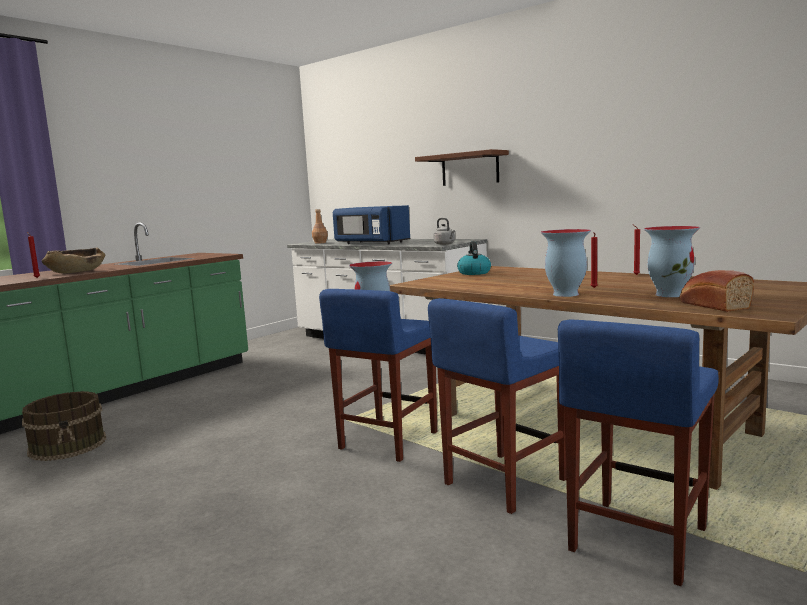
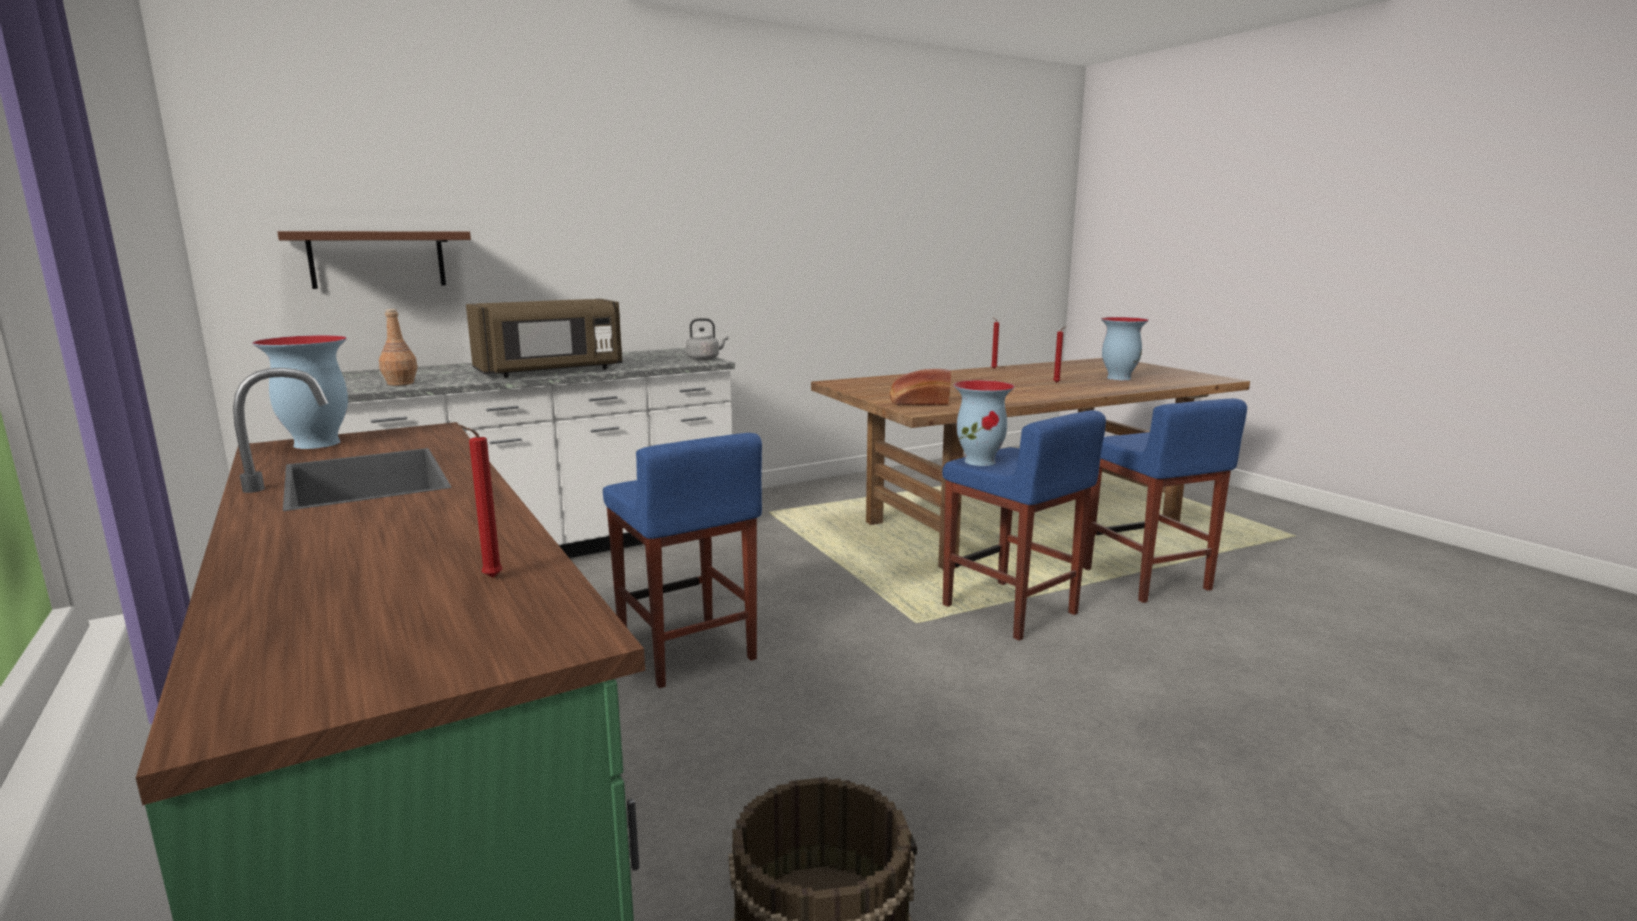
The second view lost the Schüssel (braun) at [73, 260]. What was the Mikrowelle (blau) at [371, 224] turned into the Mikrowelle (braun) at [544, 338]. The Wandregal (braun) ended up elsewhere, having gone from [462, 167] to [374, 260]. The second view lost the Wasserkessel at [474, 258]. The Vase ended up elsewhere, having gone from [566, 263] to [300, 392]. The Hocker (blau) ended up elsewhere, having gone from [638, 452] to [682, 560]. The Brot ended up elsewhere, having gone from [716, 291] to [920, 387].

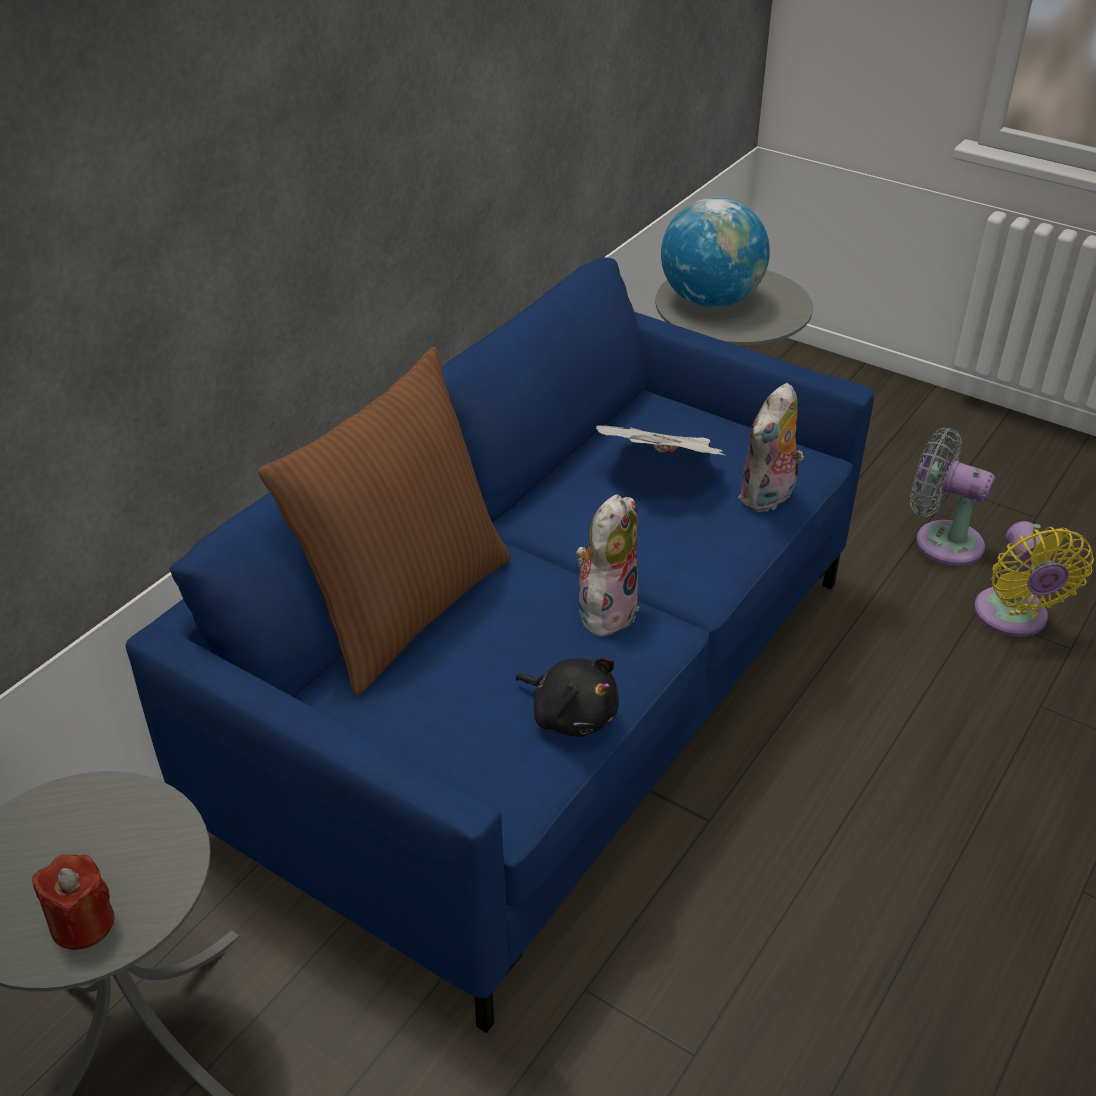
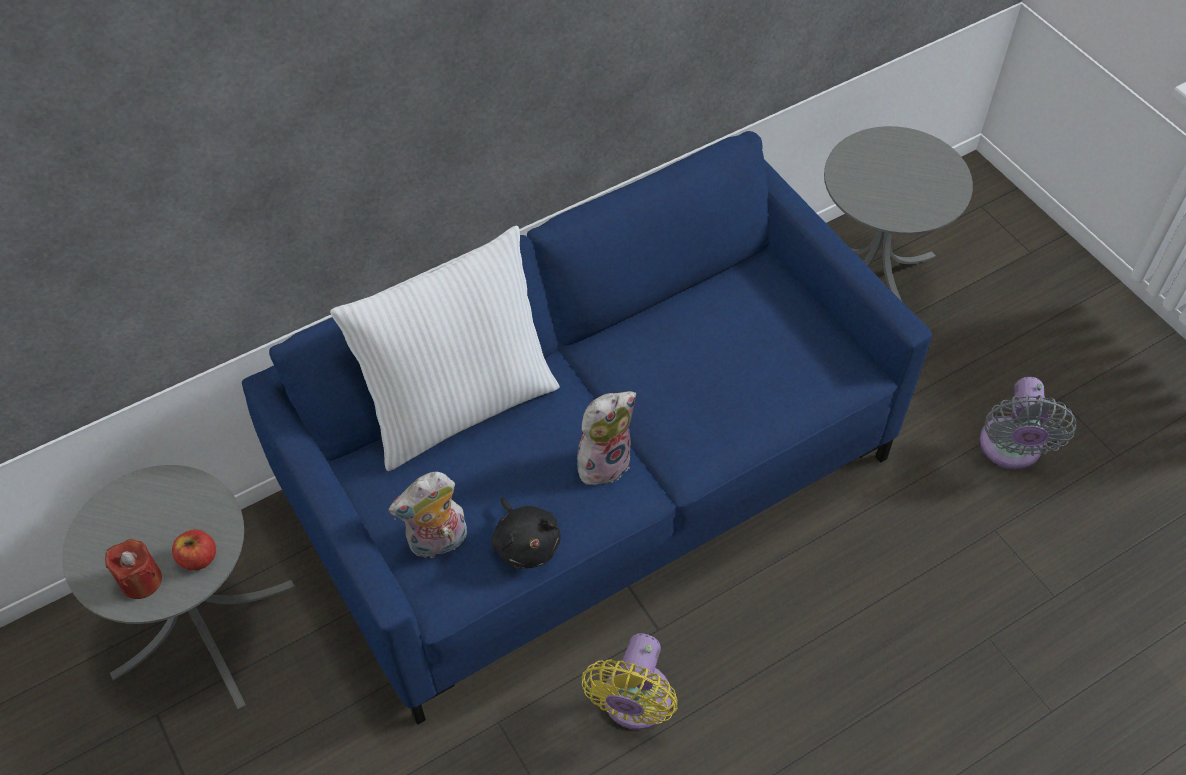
What was the Kissen (braun) at [384, 521] turned into the Kissen (weiß) at [445, 348]. The second view lost the Zeitung at [661, 440]. The second view lost the Globus at [715, 252]. The Plüschtier ended up elsewhere, having gone from [771, 447] to [427, 515]. The Ventilator (grau) at [952, 497] ended up facing another way, 135 degrees counterclockwise from before. The Ventilator (gelb) ended up elsewhere, having gone from [1034, 579] to [629, 681]. The second view gained the Apfel at [194, 550].

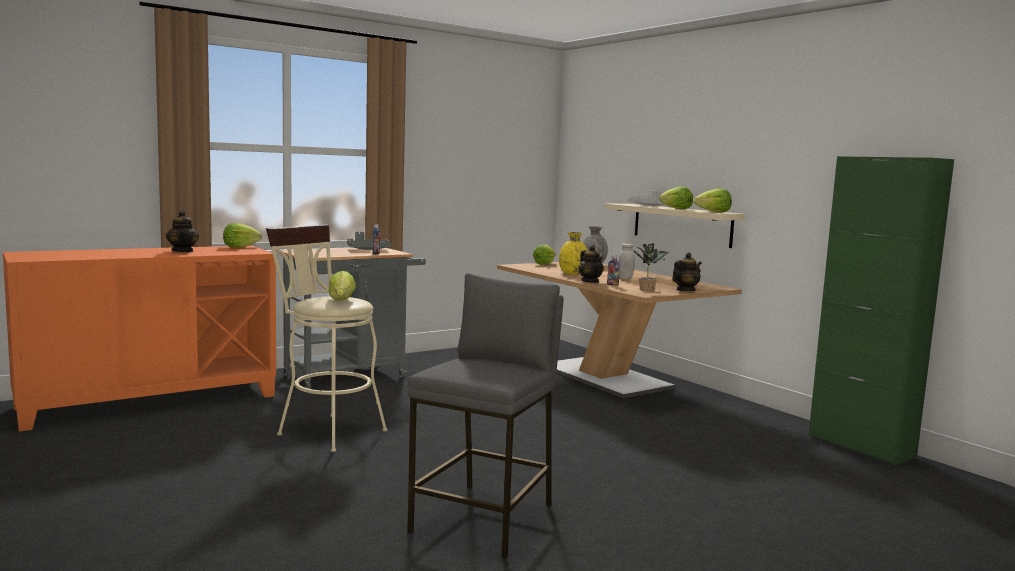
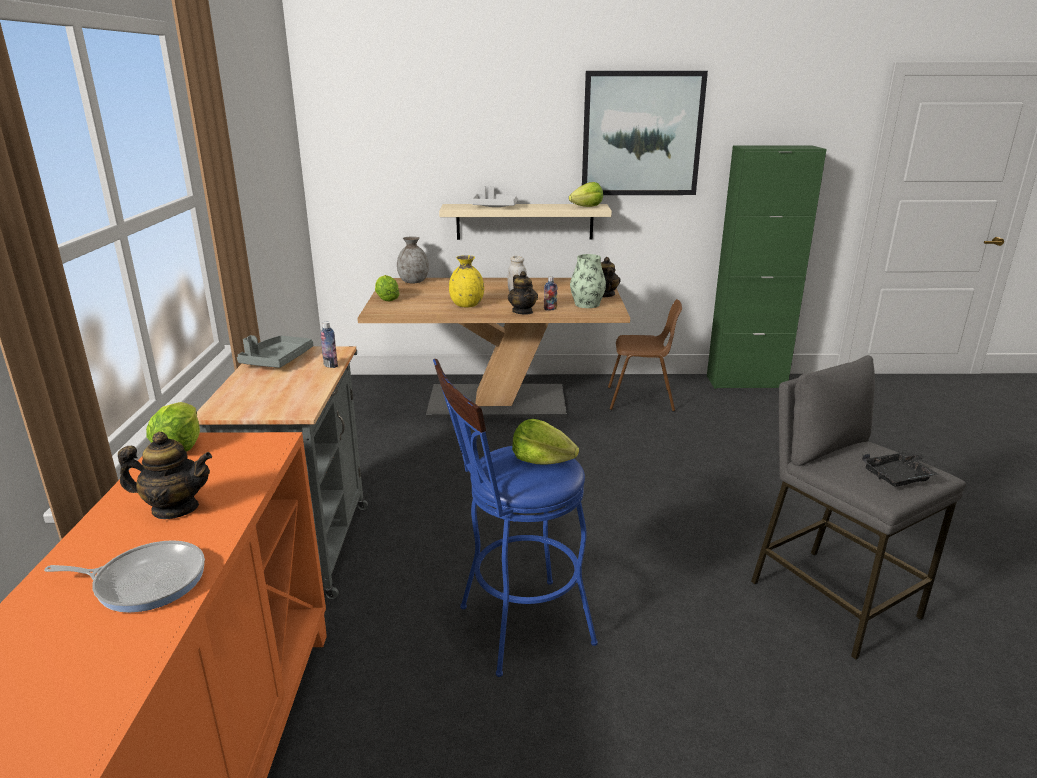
What was the Hocker (beige) at [326, 338] turned into the Hocker (blau) at [515, 518]. The Teekanne at [591, 264] ended up facing another way, 60 degrees clockwise from before. Where the Topfpflanze stood at [651, 267], the Vase came to stand at [588, 281]. The second view lost the Salatkopf at [676, 198]. The second view gained the Pfanne at [124, 576]. The second view gained the Bild at [645, 133]. The second view gained the Stuhl (braun) at [645, 355]. The second view gained the Tablett (schwarz) at [900, 469].

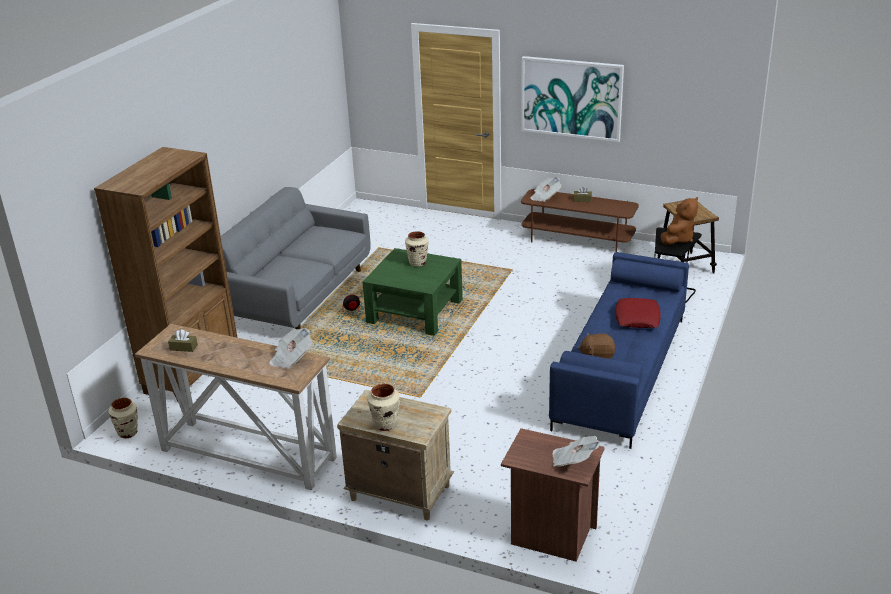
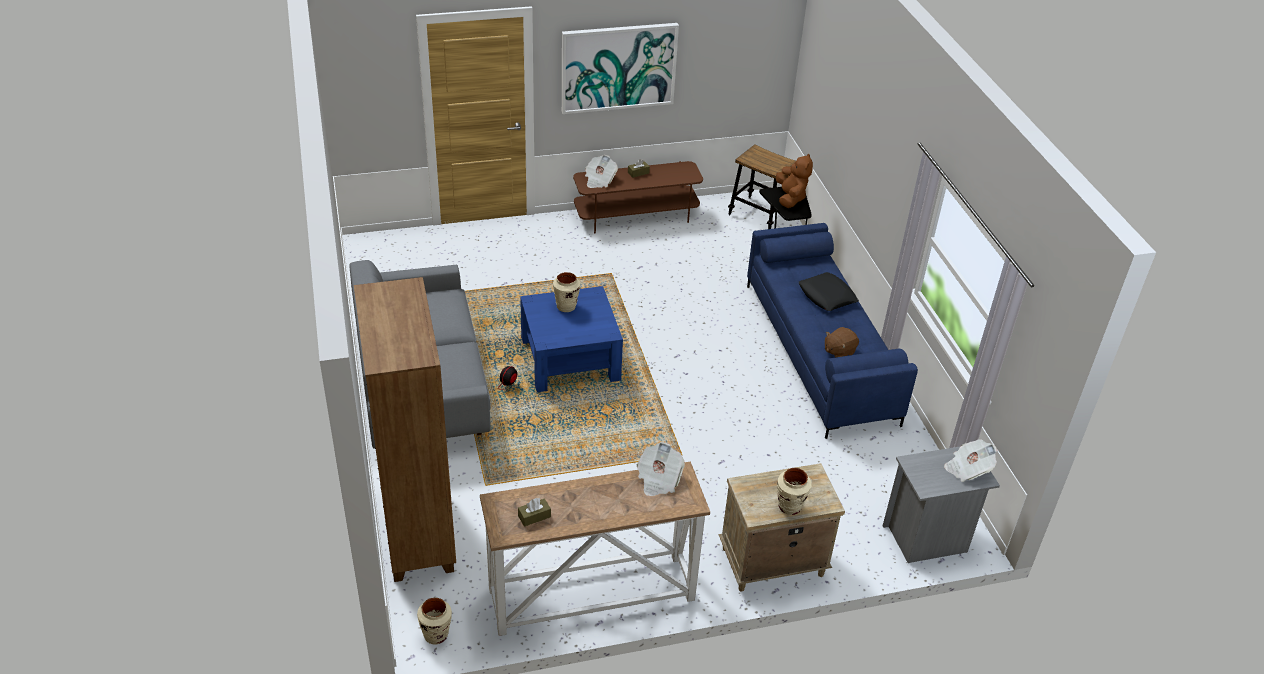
What was the Couchtisch (grün) at [413, 292] turned into the Couchtisch (blau) at [571, 339]. What was the Nachttisch (braun) at [553, 495] turned into the Nachttisch (grau) at [941, 504]. What was the Kissen (rot) at [638, 313] turned into the Kissen (schwarz) at [828, 291].

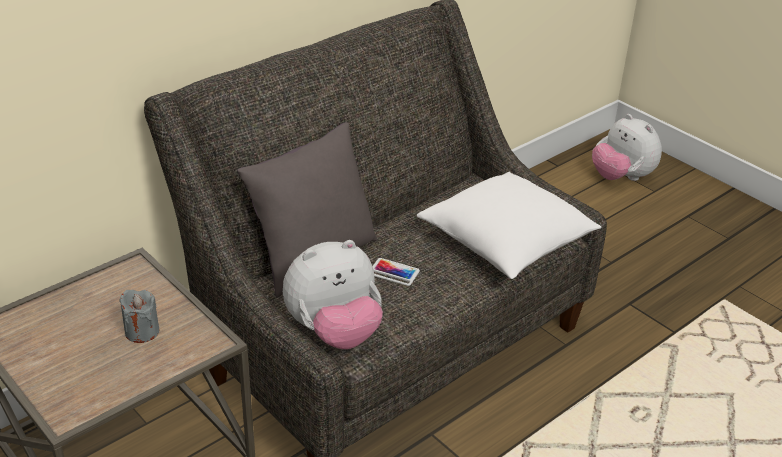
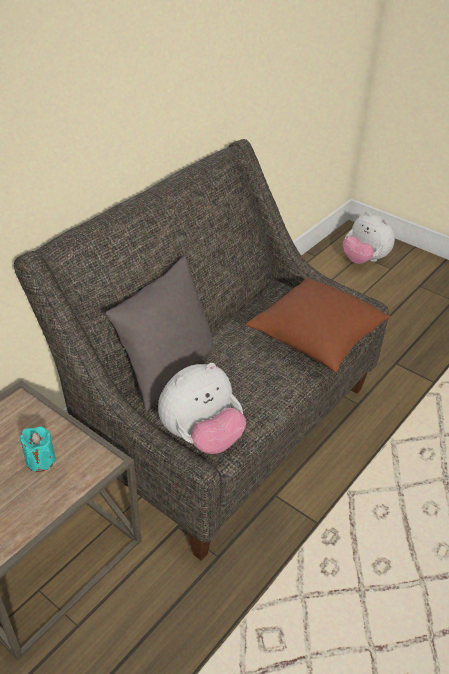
What was the Kerze (grau) at [139, 316] turned into the Kerze (türkis) at [38, 449]. The second view lost the Handy at [396, 272]. What was the Kissen (weiß) at [509, 225] turned into the Kissen (braun) at [318, 324].

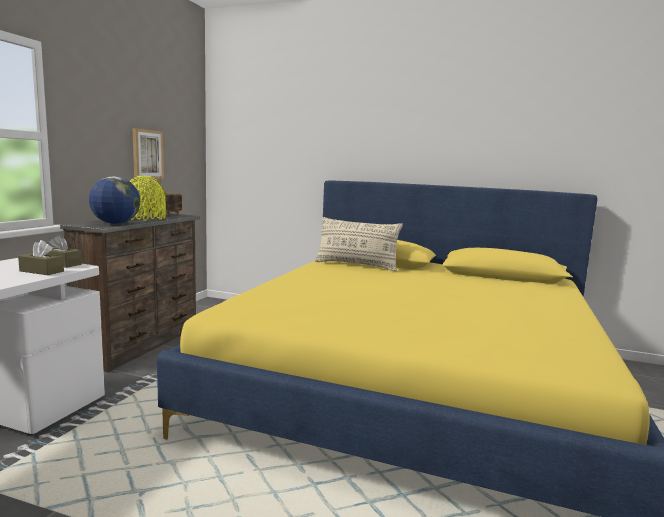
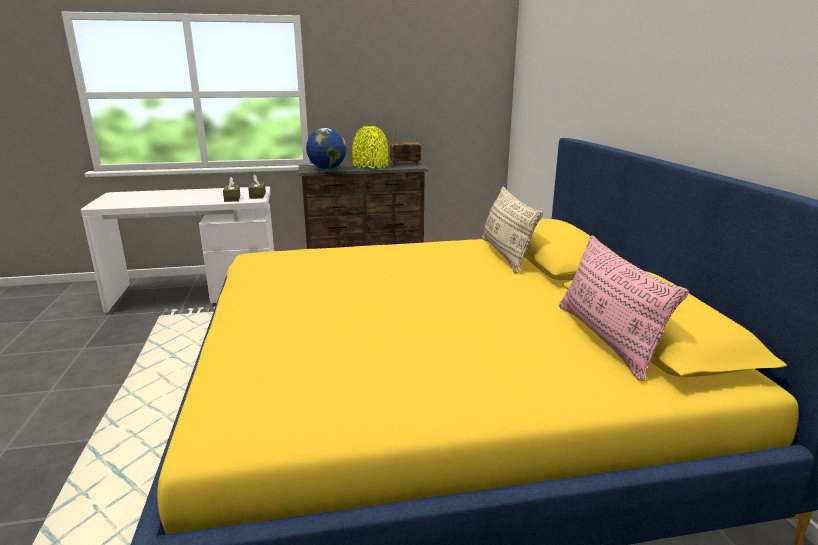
The second view lost the Bild at [148, 153]. The second view gained the Kissen (rosa) at [624, 308].

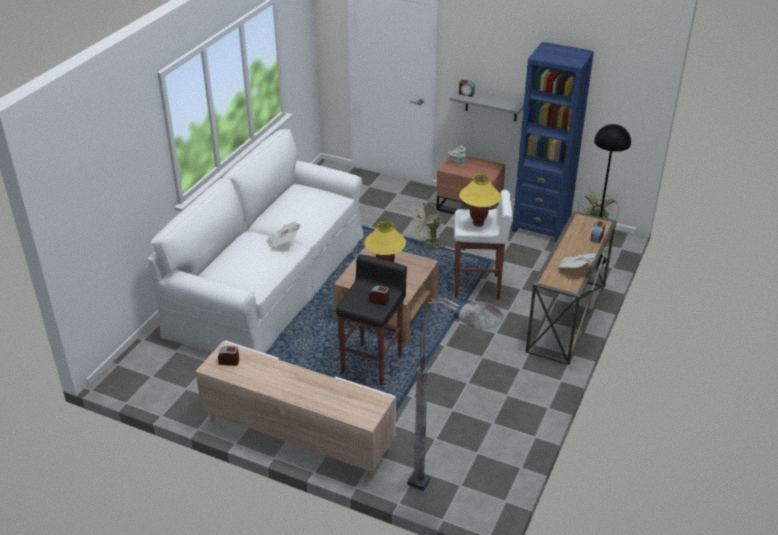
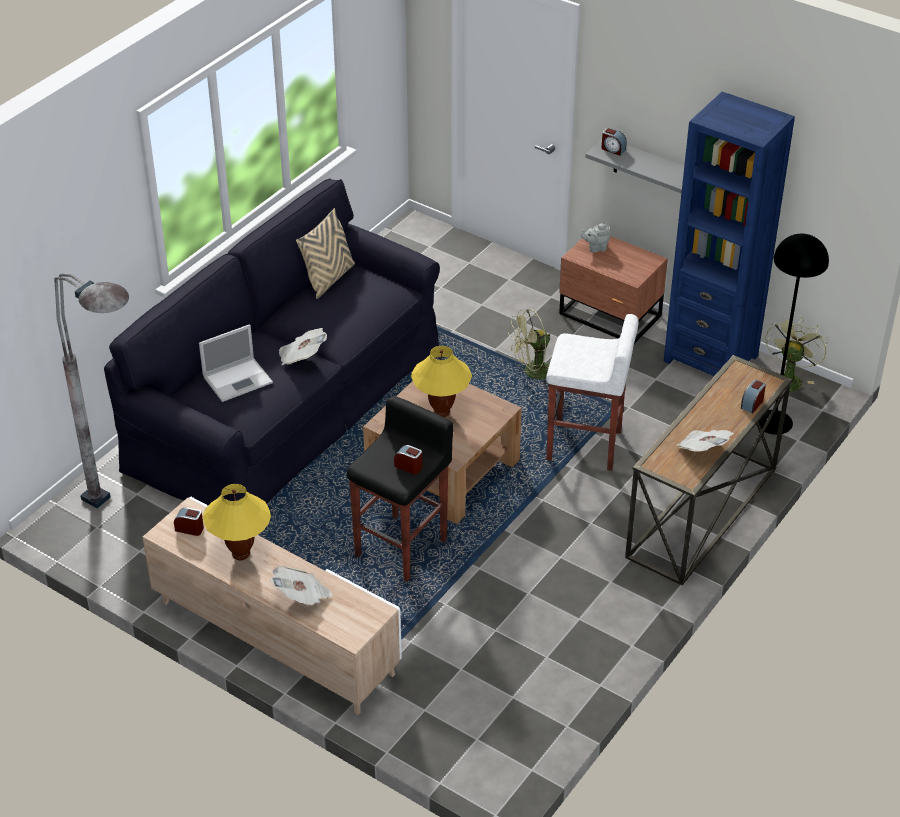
What was the Sofa (weiß) at [256, 241] turned into the Sofa (schwarz) at [272, 342]. The Stehlampe (grau) ended up elsewhere, having gone from [455, 394] to [91, 391]. The Tischlampe (gelb) ended up elsewhere, having gone from [480, 200] to [237, 522]. The second view gained the Laptop at [236, 363]. The second view gained the Zeitung at [301, 586]. The second view gained the Kissen (beige) at [325, 253].

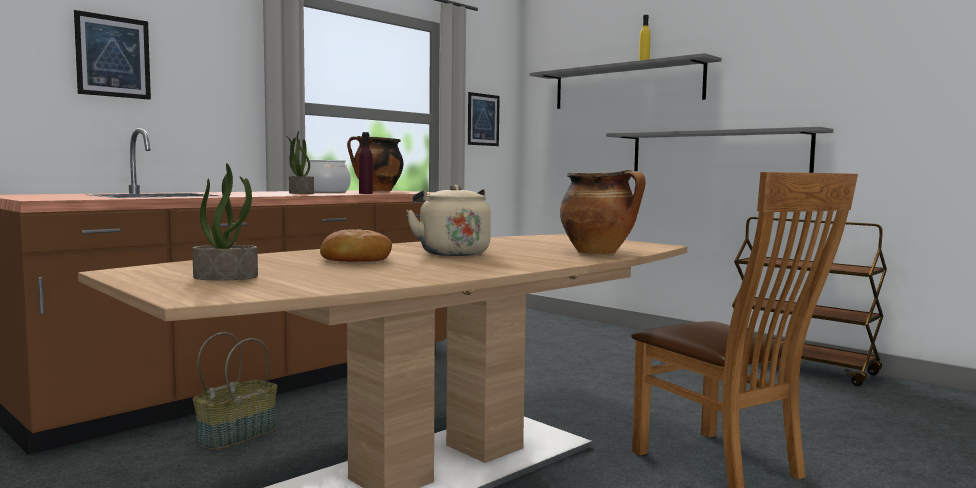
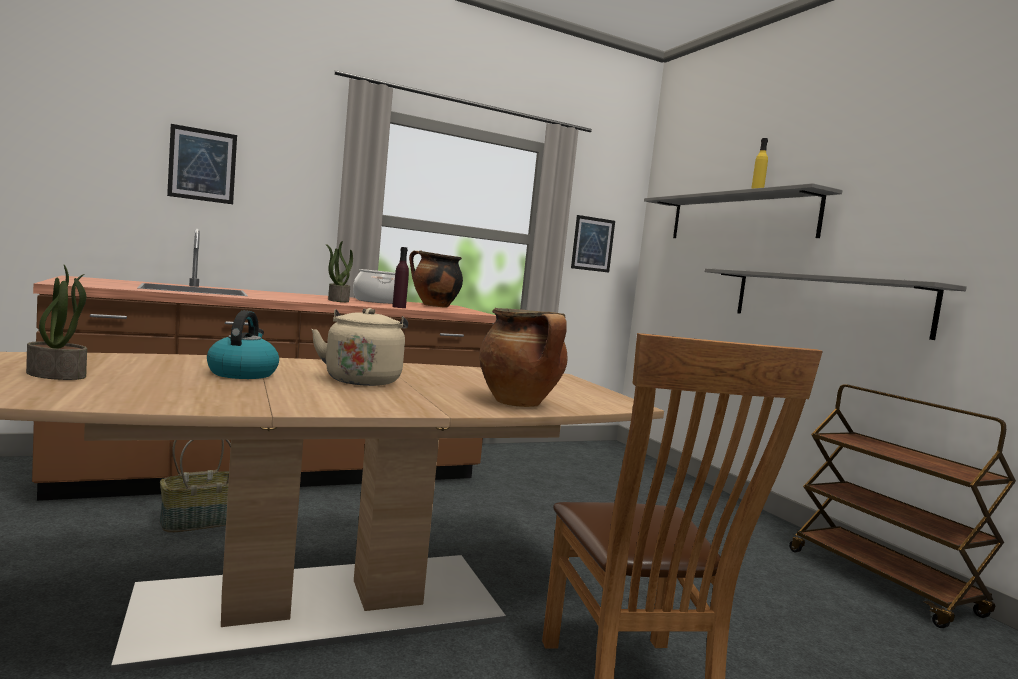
Where the Brot stood at [356, 245], the Wasserkessel came to stand at [243, 344].

